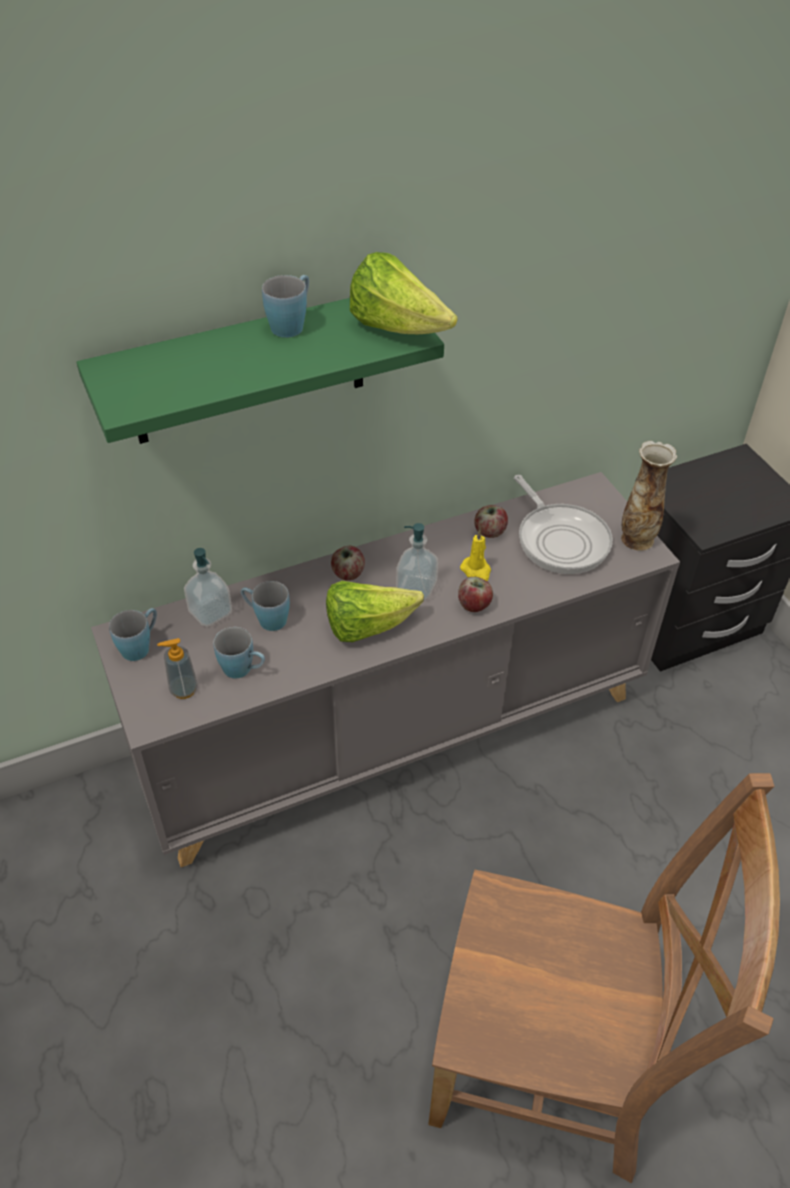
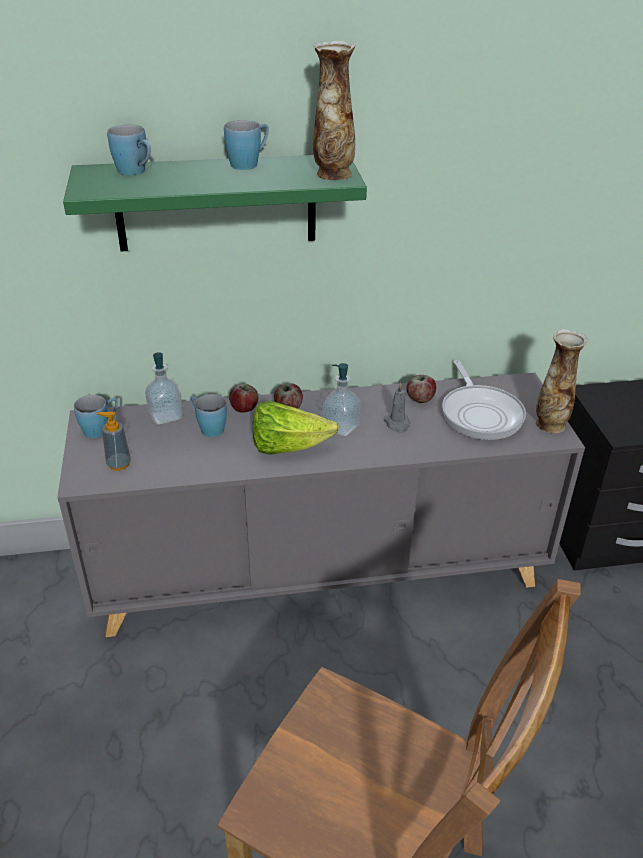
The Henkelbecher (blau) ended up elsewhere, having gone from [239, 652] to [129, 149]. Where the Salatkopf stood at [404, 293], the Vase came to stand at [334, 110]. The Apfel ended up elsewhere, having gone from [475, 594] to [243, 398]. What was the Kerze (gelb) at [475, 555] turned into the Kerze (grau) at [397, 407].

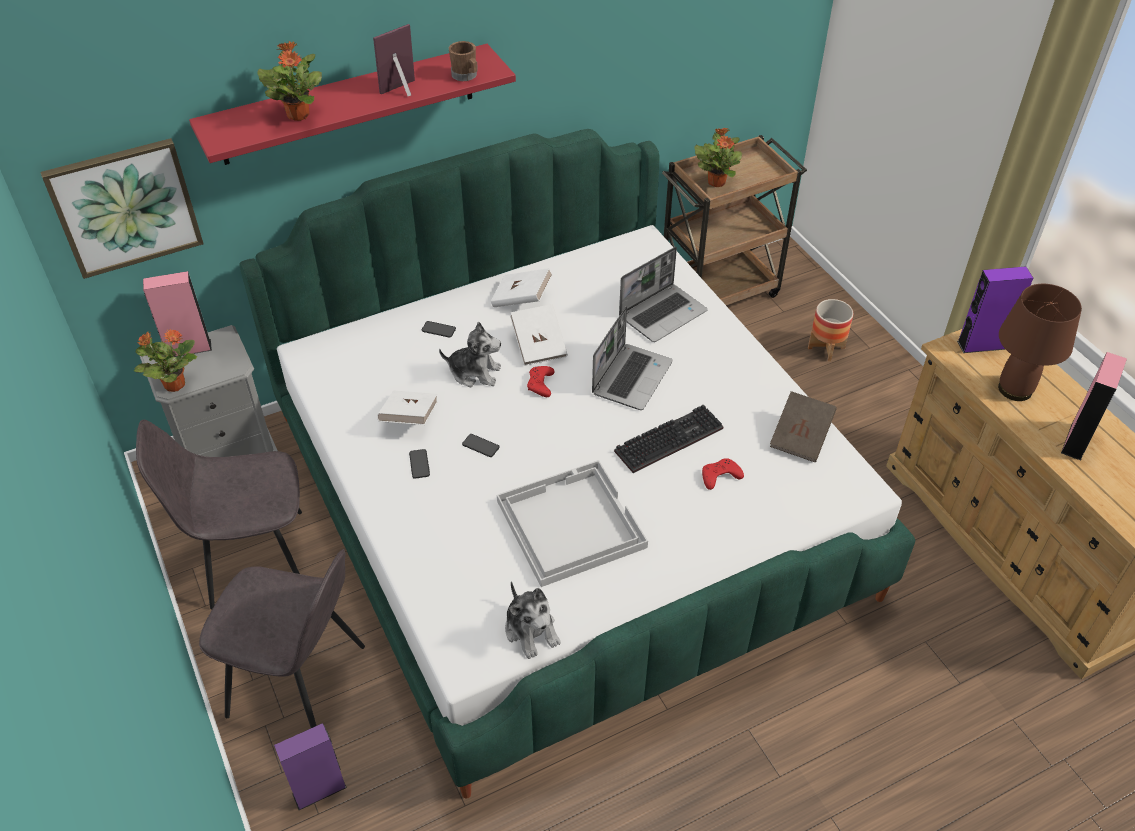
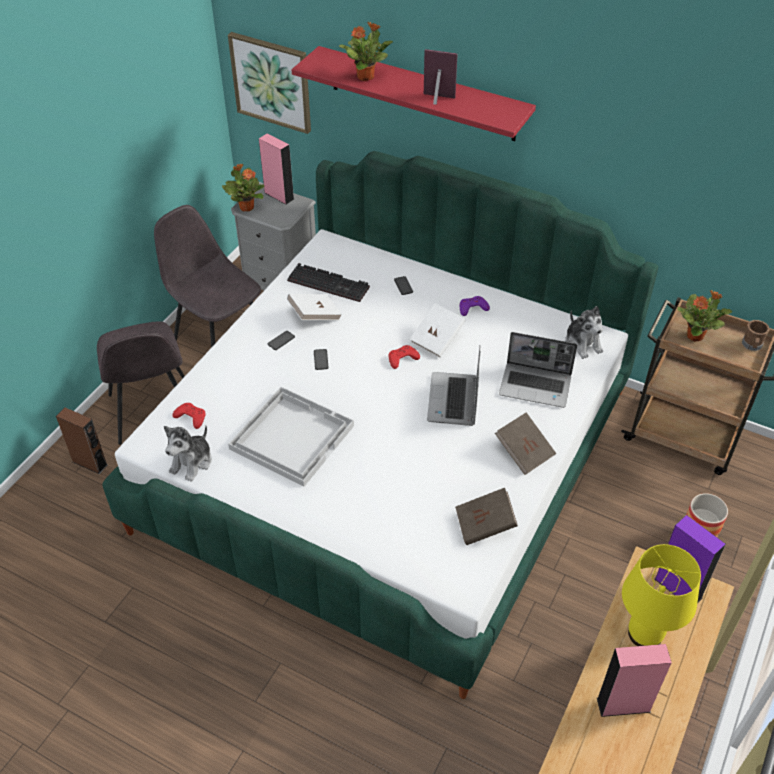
What was the Lautsprecher (lila) at [310, 766] turned into the Lautsprecher (braun) at [81, 440]. The Plüschtier ended up elsewhere, having gone from [470, 354] to [584, 332]. The Henkelbecher (braun) ended up elsewhere, having gone from [463, 61] to [756, 335]. Where the Buch (weiß) stood at [522, 287], the Gamepad (lila) came to stand at [475, 306]. The Laptop at [632, 358] ended up facing another way, 105 degrees clockwise from before. The Tastatur ended up elsewhere, having gone from [668, 438] to [328, 282]. The Gamepad (rot) ended up elsewhere, having gone from [723, 474] to [189, 416]. What was the Tischlampe (braun) at [1040, 342] turned into the Tischlampe (gelb) at [661, 595]. The second view gained the Buch (braun) at [525, 443].

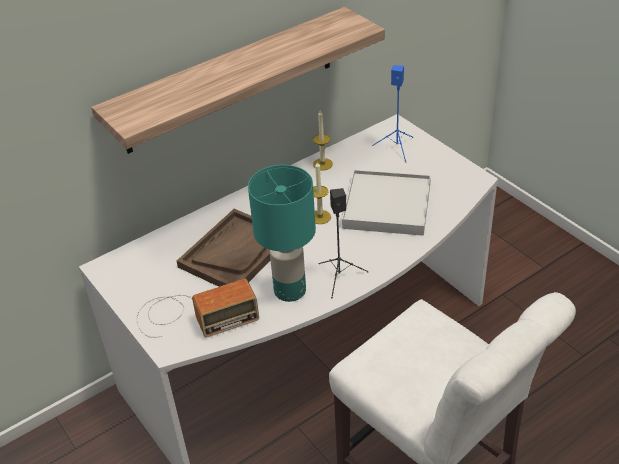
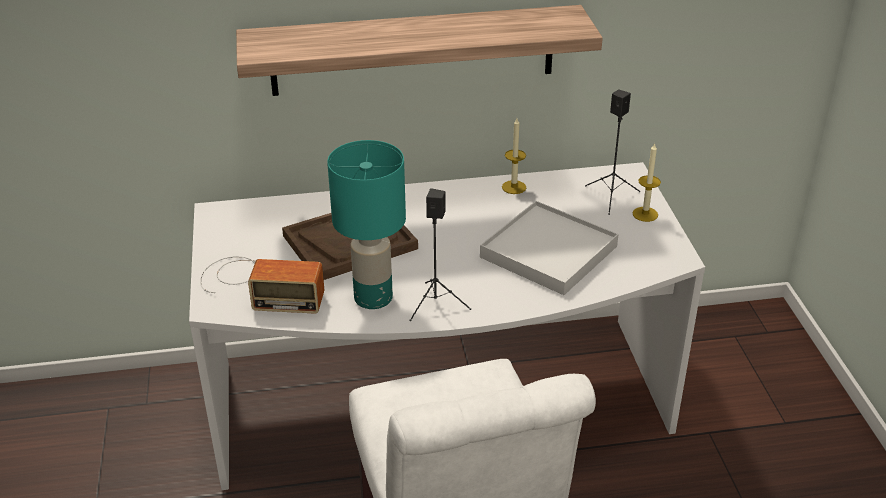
The Kerze ended up elsewhere, having gone from [322, 192] to [647, 182]. What was the Lautsprecher (blau) at [392, 114] turned into the Lautsprecher (schwarz) at [612, 152].

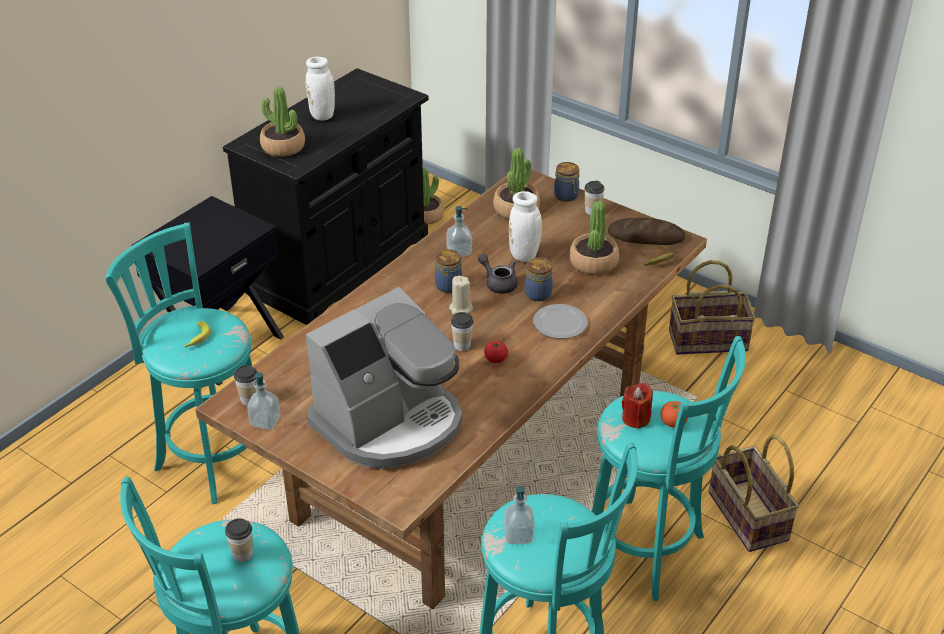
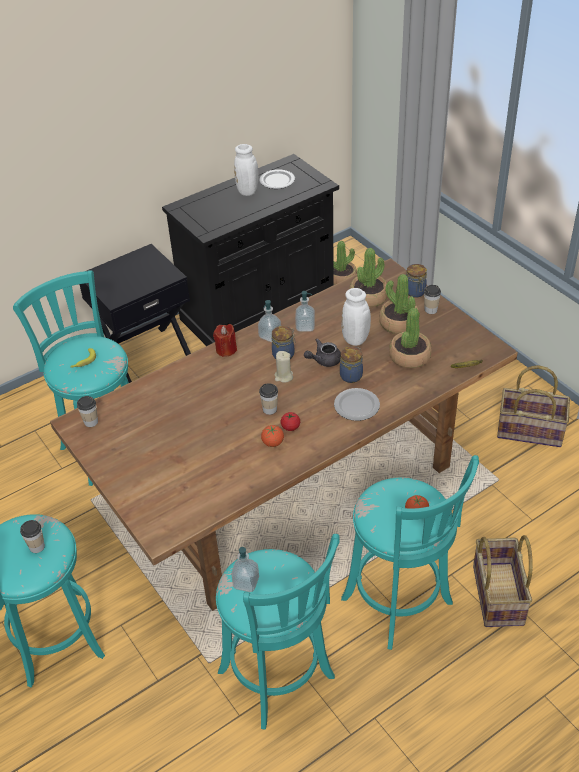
The Seifenspender ended up elsewhere, having gone from [263, 401] to [269, 321]. The Topfpflanze ended up elsewhere, having gone from [282, 122] to [399, 304]. The second view lost the Kaffeemaschine at [384, 378]. The Teekanne (grau) at [498, 274] ended up facing another way, 90 degrees counterclockwise from before. The second view lost the Brot at [646, 231]. The Kerze (rot) ended up elsewhere, having gone from [637, 406] to [225, 340]. The second view gained the Teller at [277, 179]. The second view gained the Tomate at [272, 436].

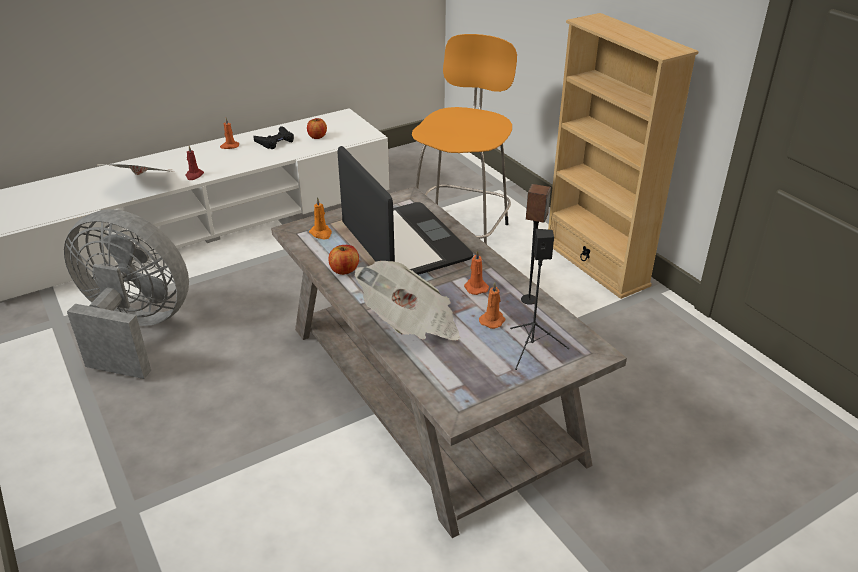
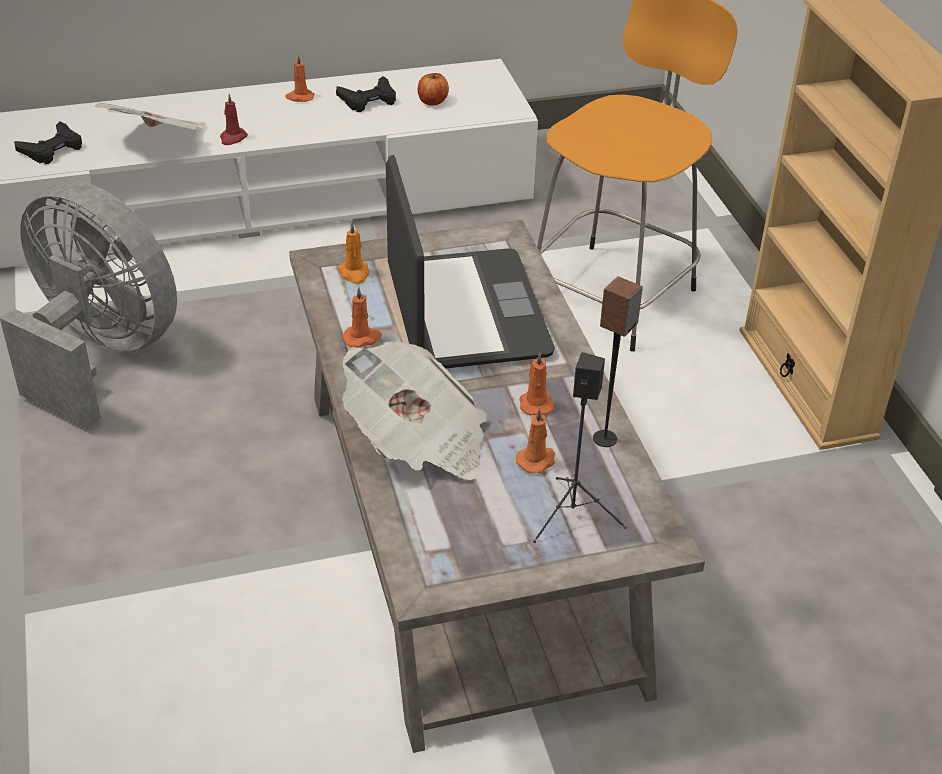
Where the Apfel stood at [343, 260], the Kerze (orange) came to stand at [362, 317]. The second view gained the Gamepad (schwarz) at [48, 142].

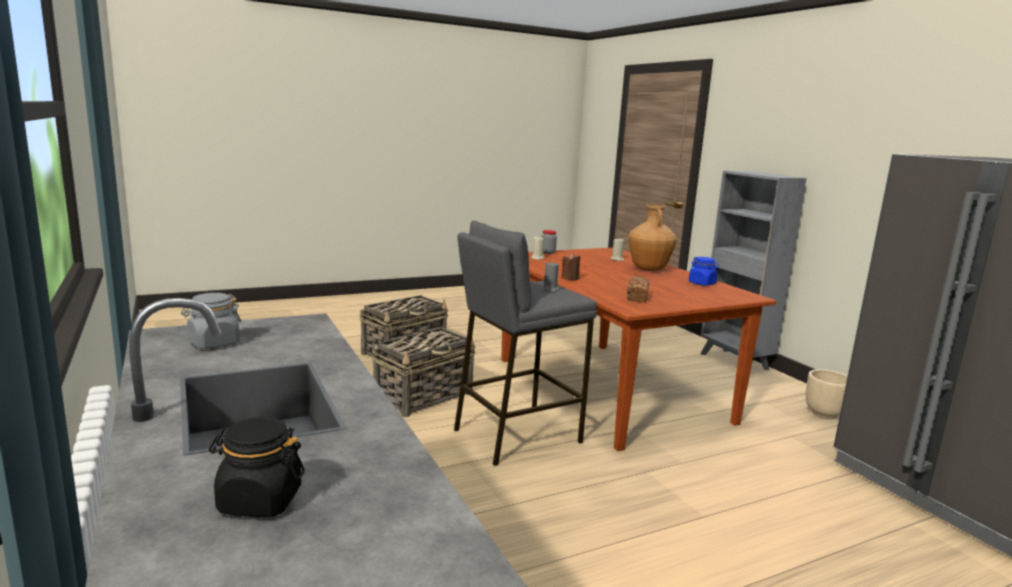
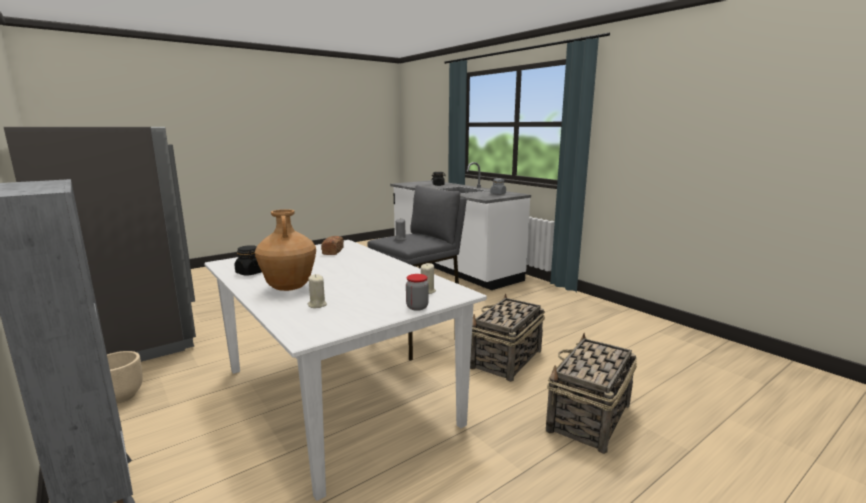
What was the Esstisch (braun) at [638, 349] turned into the Esstisch (weiß) at [345, 370]. The second view lost the Kerze (braun) at [571, 266]. What was the Vorratsglas (blau) at [704, 271] turned into the Vorratsglas (schwarz) at [248, 260].

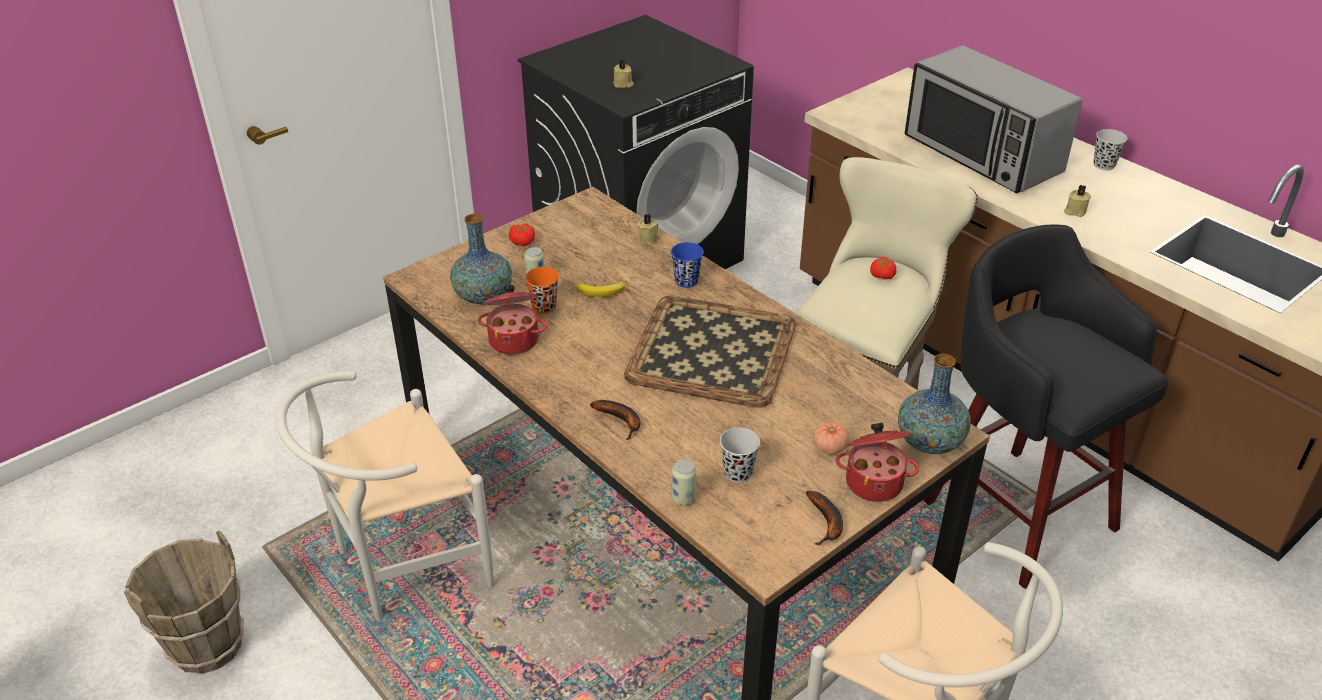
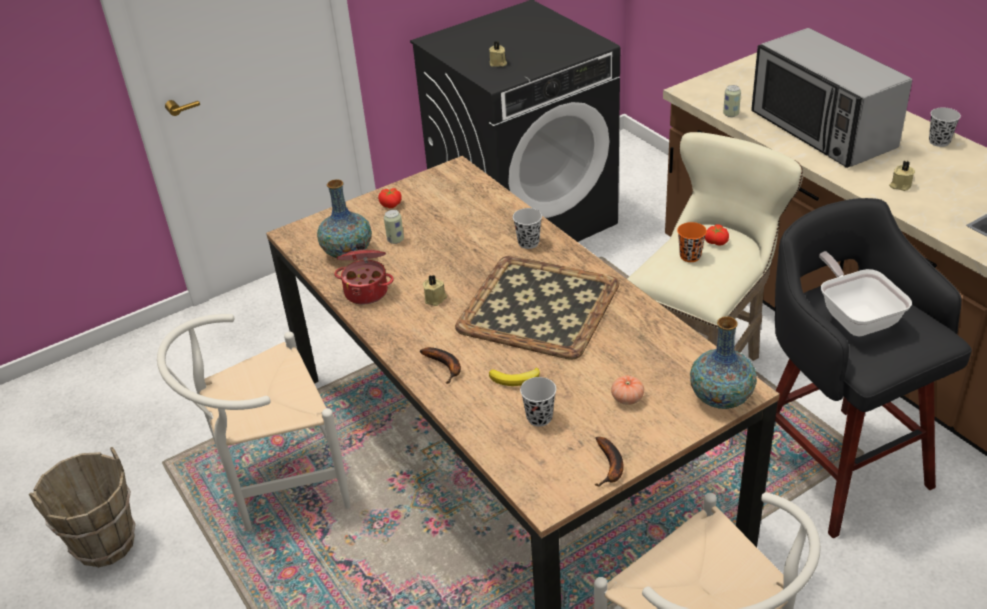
The Tasse (orange) ended up elsewhere, having gone from [542, 290] to [692, 242]. The Banane ended up elsewhere, having gone from [600, 289] to [514, 377]. The Kerze (beige) ended up elsewhere, having gone from [649, 229] to [435, 290]. What was the Tasse (blau) at [687, 265] turned into the Tasse (schwarz) at [527, 228]. The Dose ended up elsewhere, having gone from [684, 482] to [732, 101]. The second view lost the Kochtopf at [877, 462]. The second view gained the Pfanne at [865, 293].

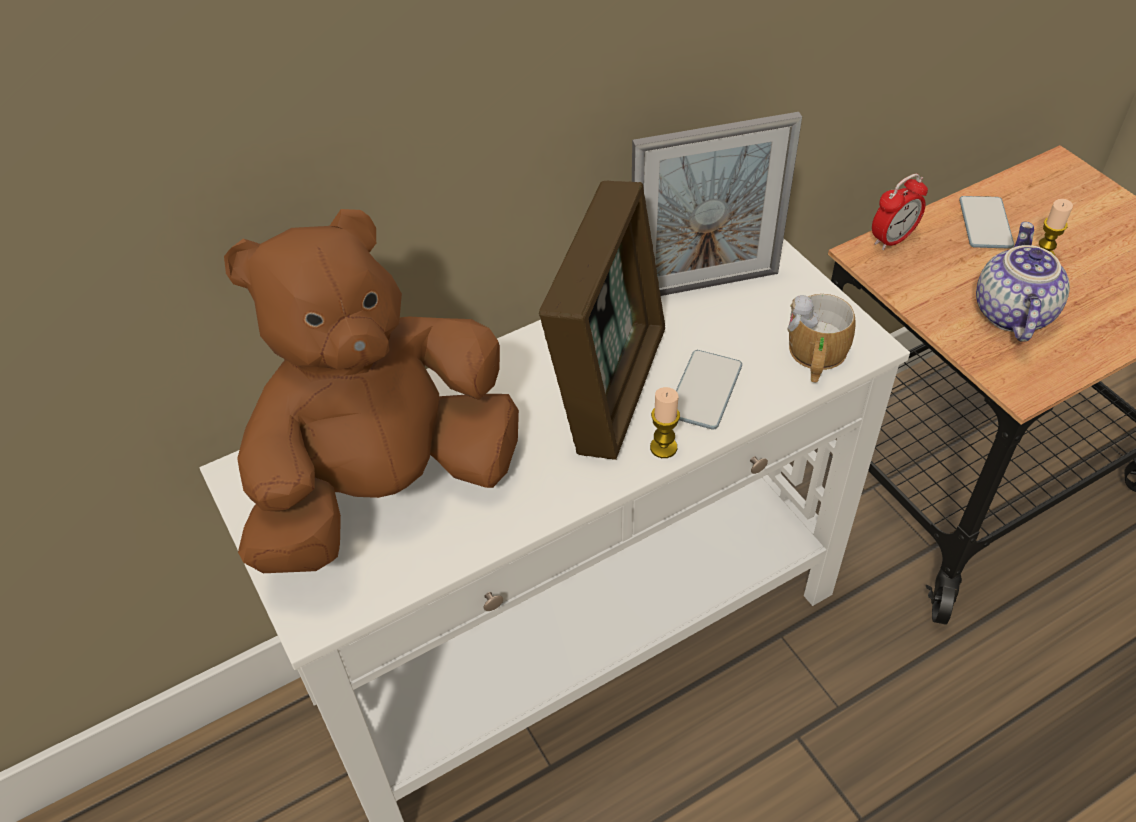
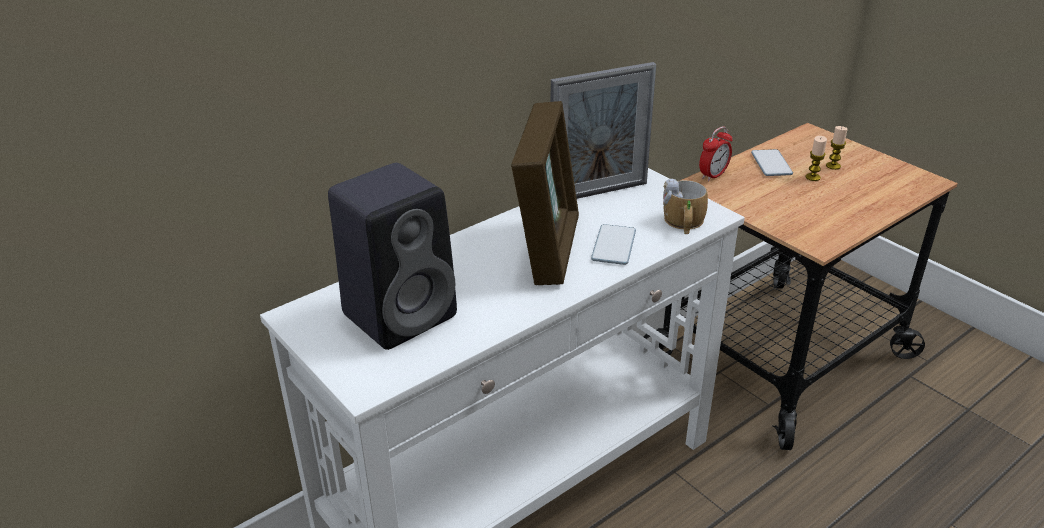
Where the Plüschtier (braun) stood at [371, 391], the Lautsprecher (schwarz) came to stand at [392, 256]. The Kerze ended up elsewhere, having gone from [665, 422] to [837, 148]. The second view lost the Teekanne at [1023, 282].

